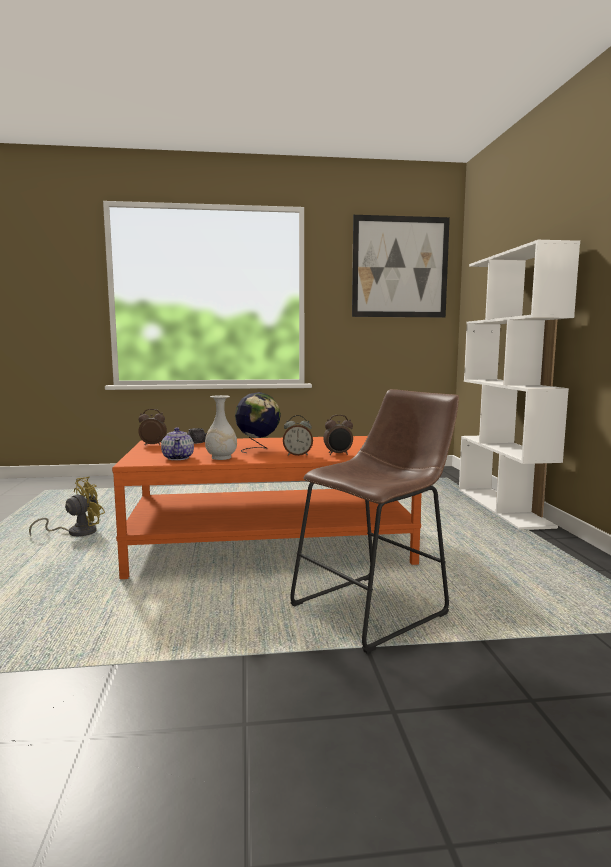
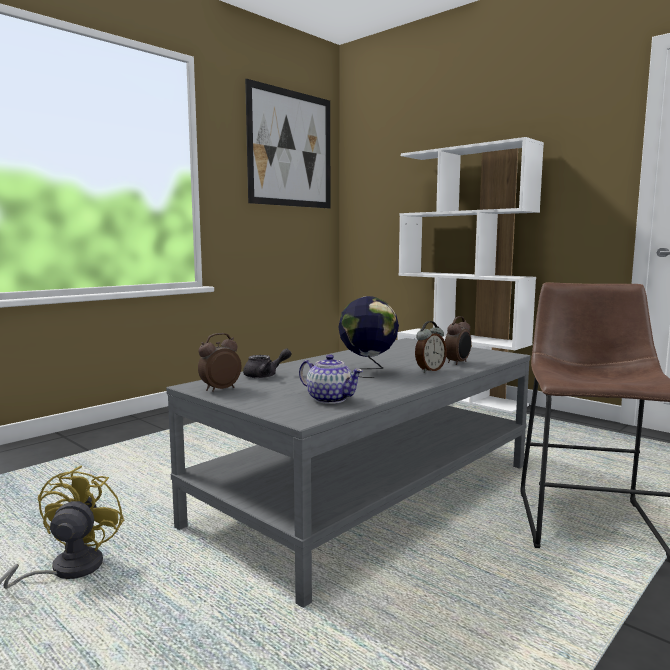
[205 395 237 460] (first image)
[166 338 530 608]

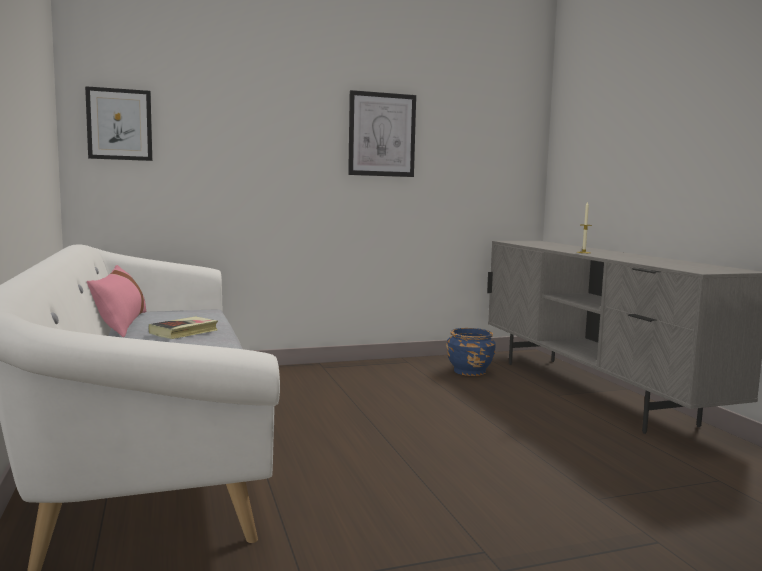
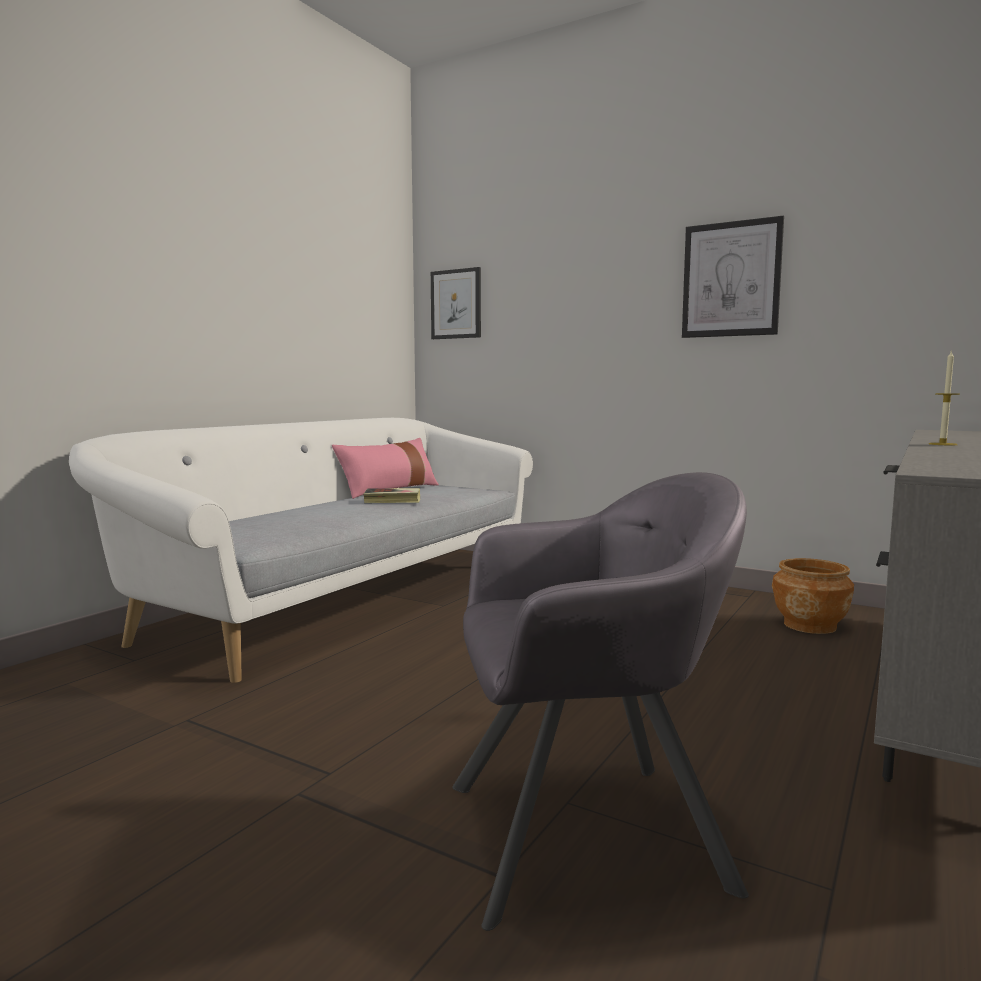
[772 558 854 634]
[452 472 749 931]

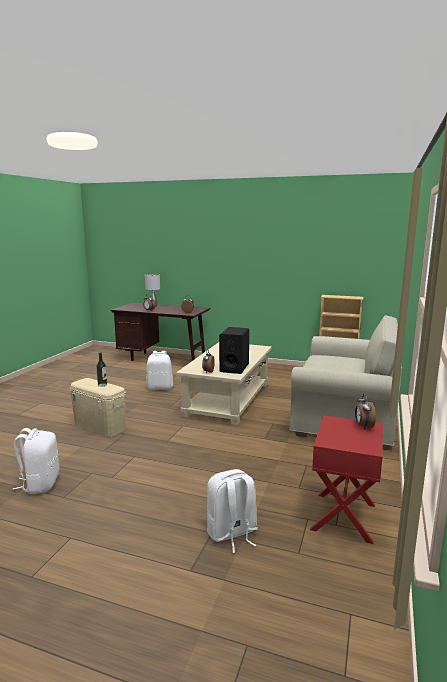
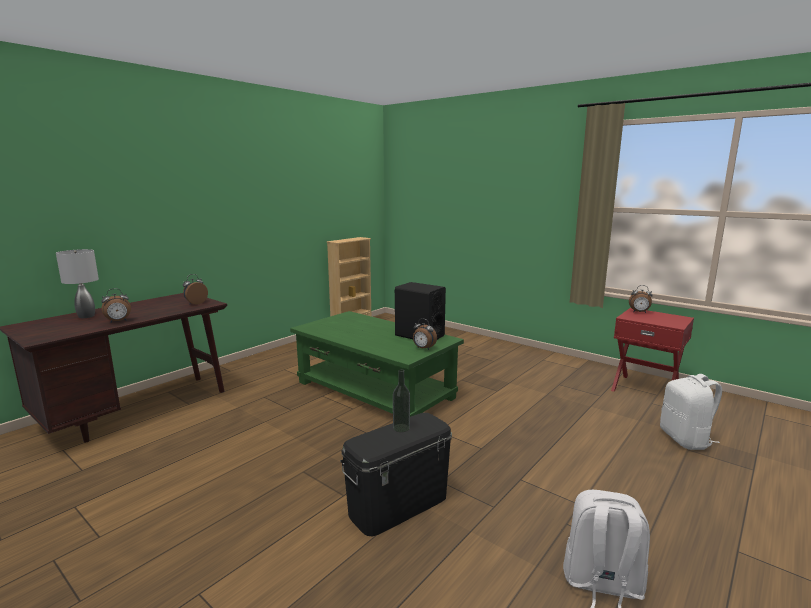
[290 315 402 450] (first image)
[290 311 464 417]
[146 351 173 390] (first image)
[340 413 452 537]

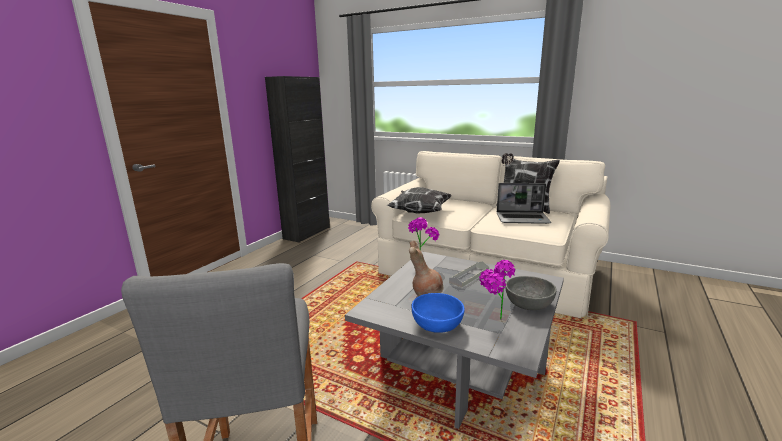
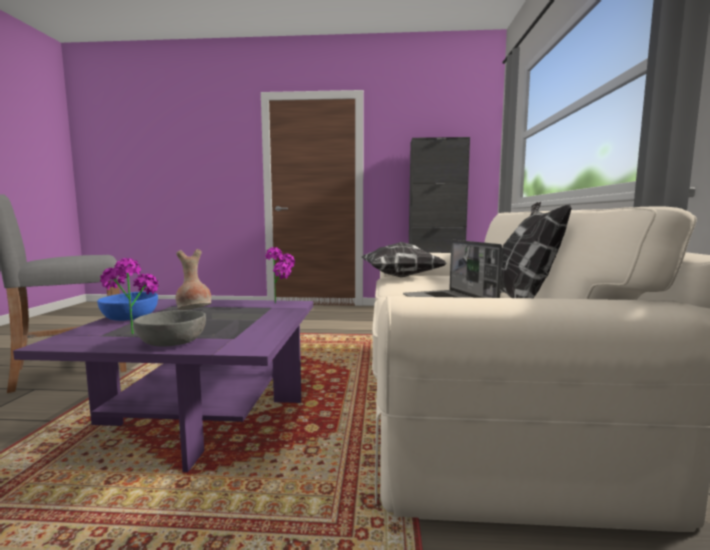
[13 299 313 472]
[449 261 489 287] (first image)

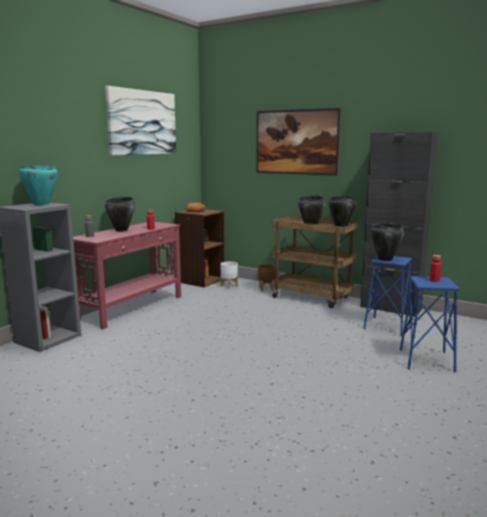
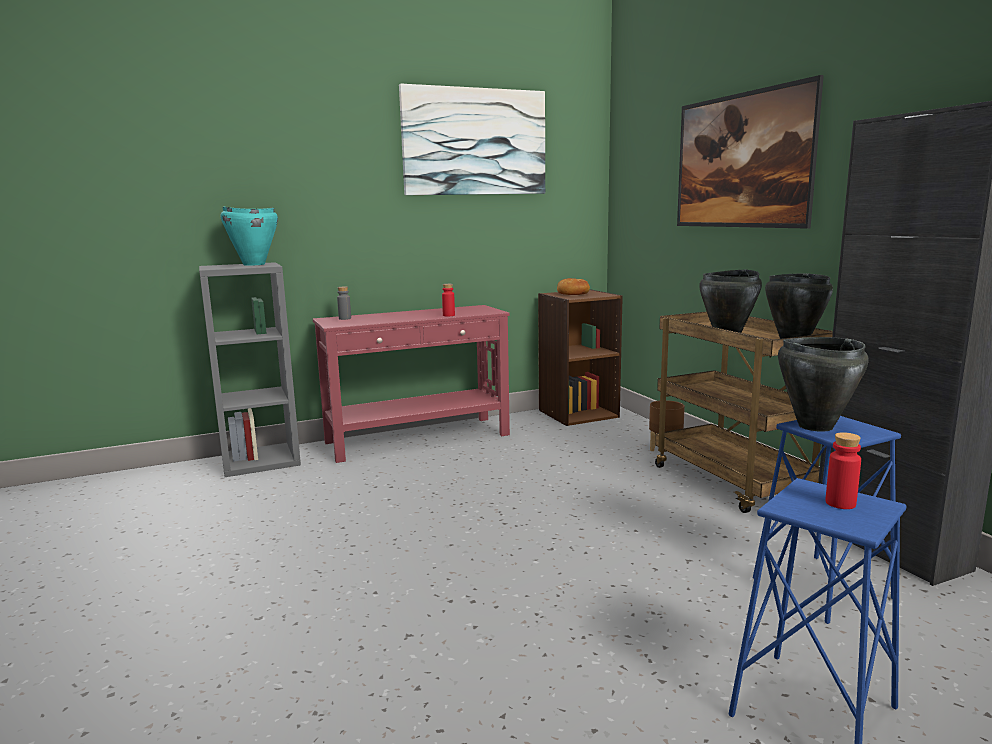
[105 197 135 231] (first image)
[221 262 238 289] (first image)

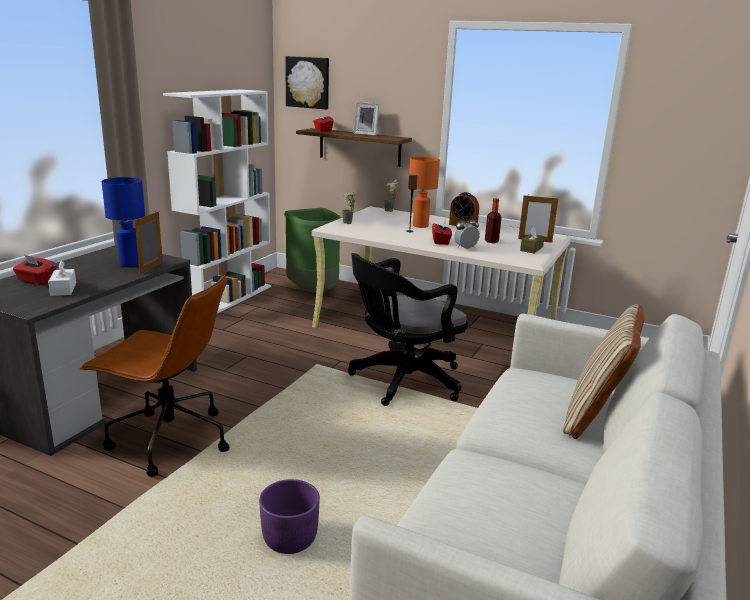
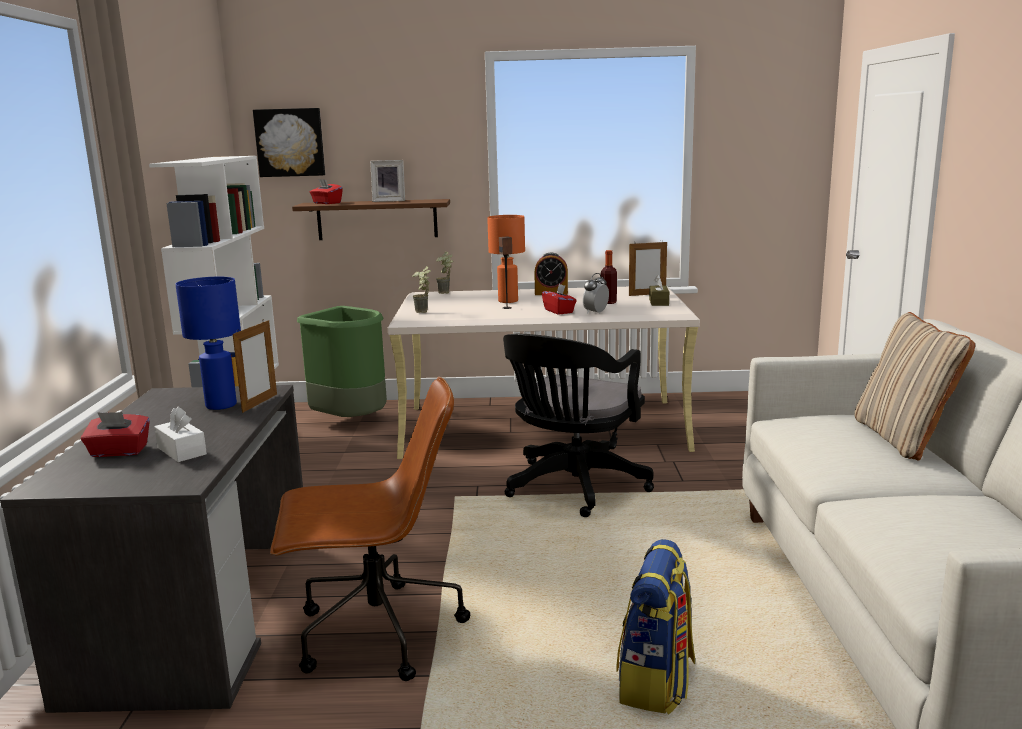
[233 320 277 413]
[617 539 695 715]

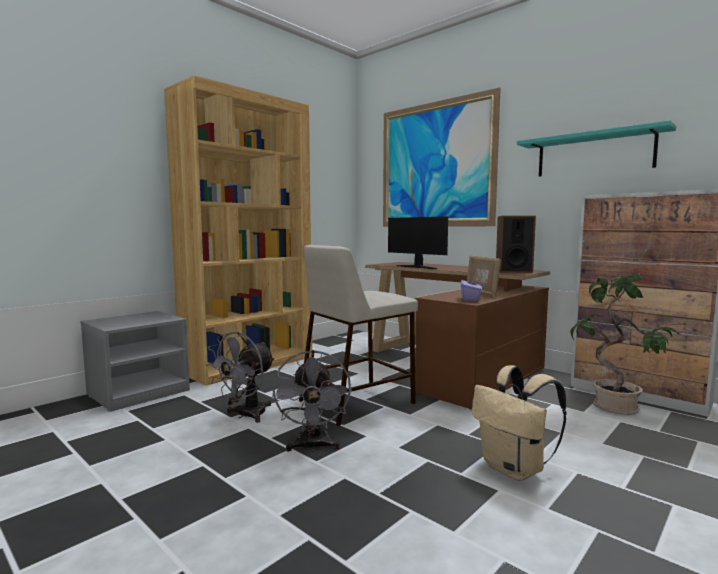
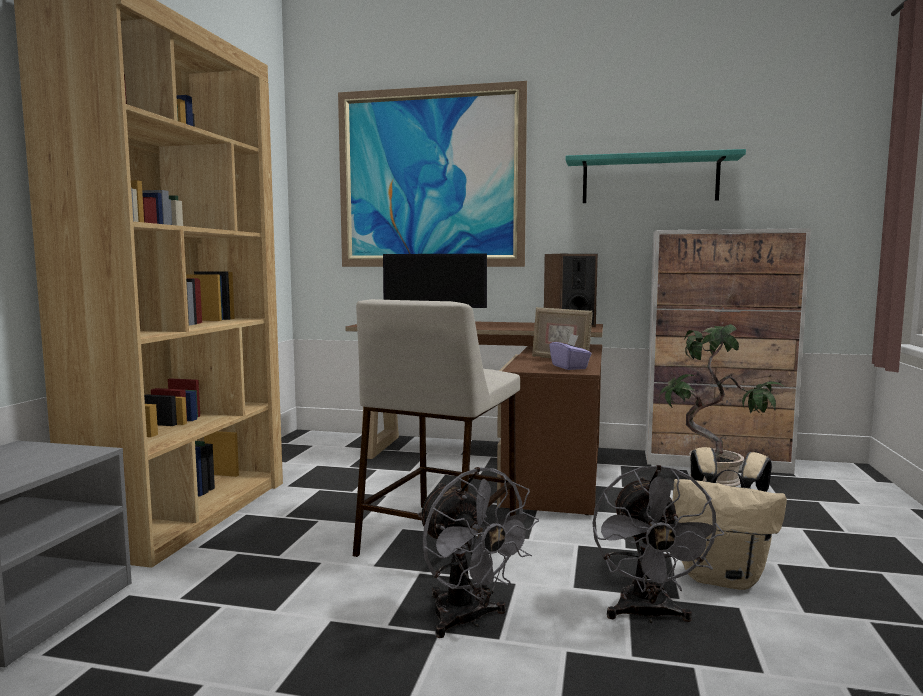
[593 465 724 623]

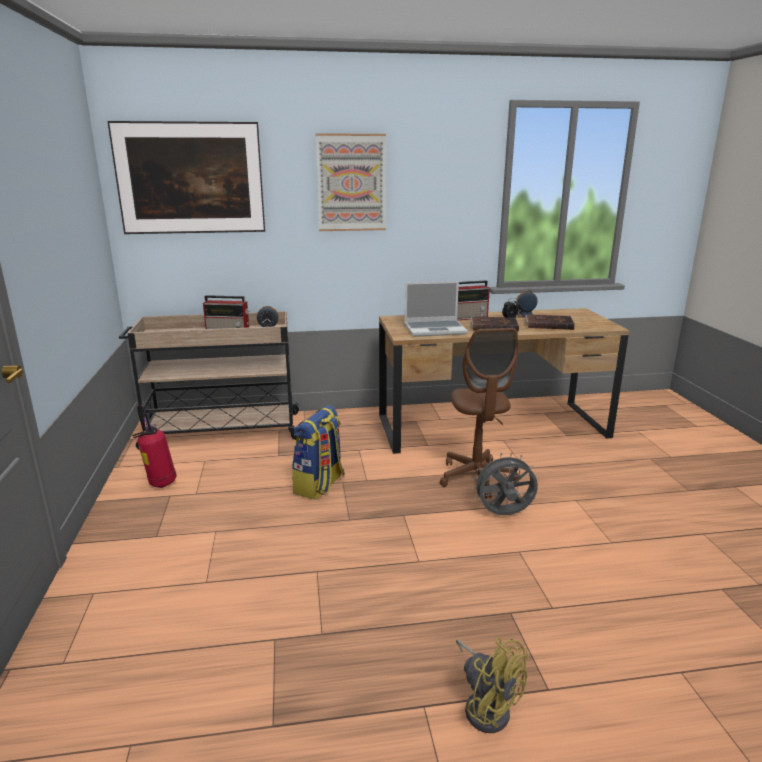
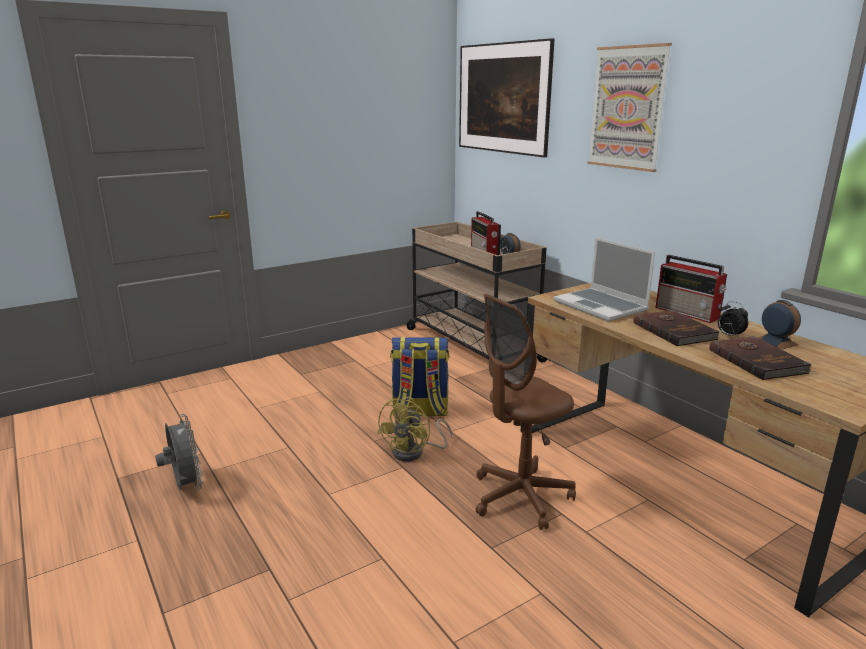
[132 405 177 488] (first image)
[155 414 203 491]
[377 397 452 462]

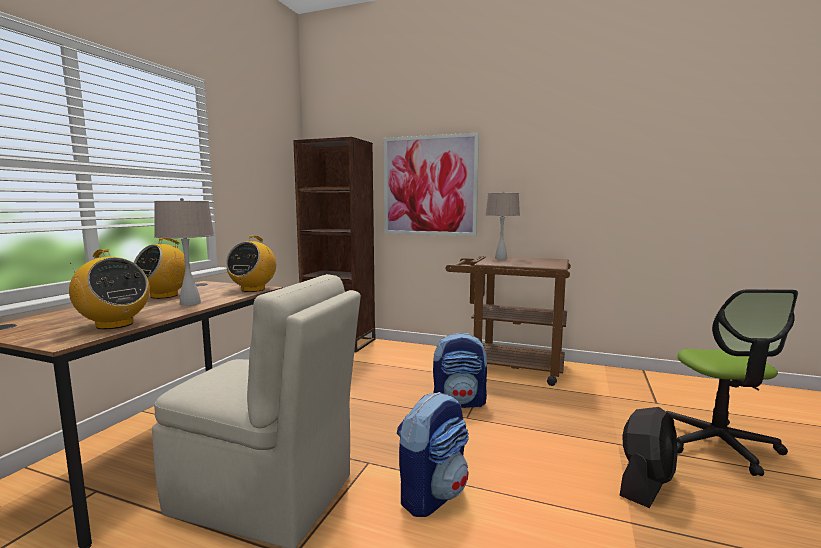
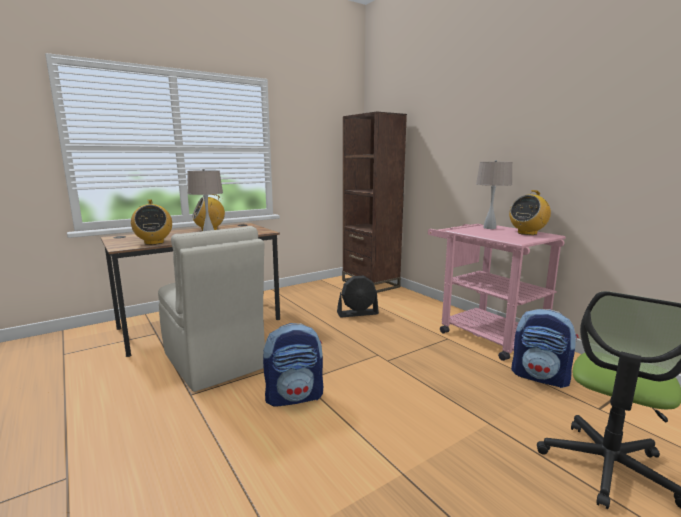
[384 133 479 236] (first image)
[509 190 551 235]
[428 224 566 361]
[511 309 579 388]
[337 276 379 318]

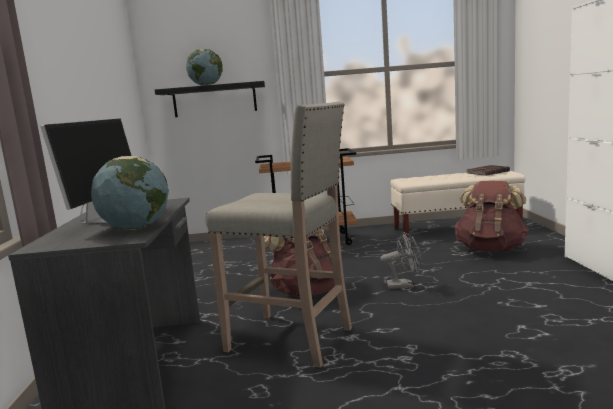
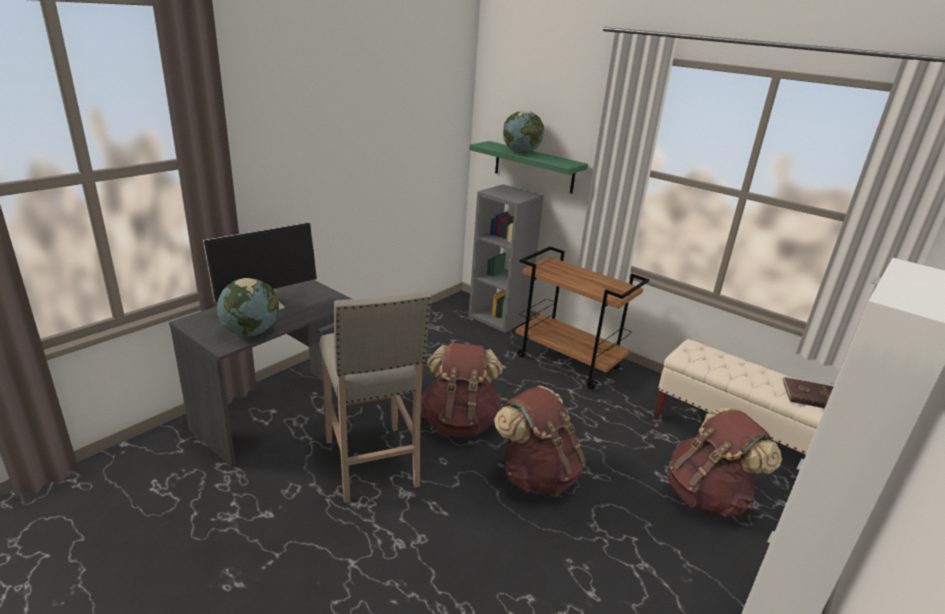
[469 141 588 194]
[494 386 586 495]
[468 184 544 333]

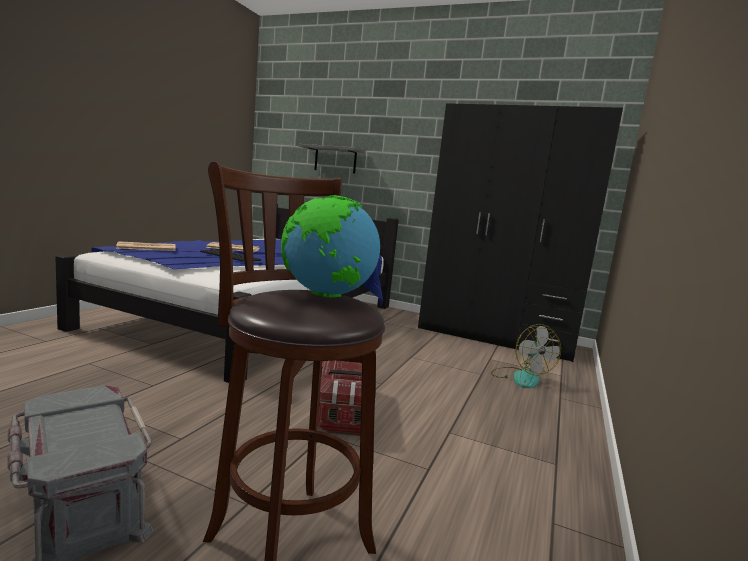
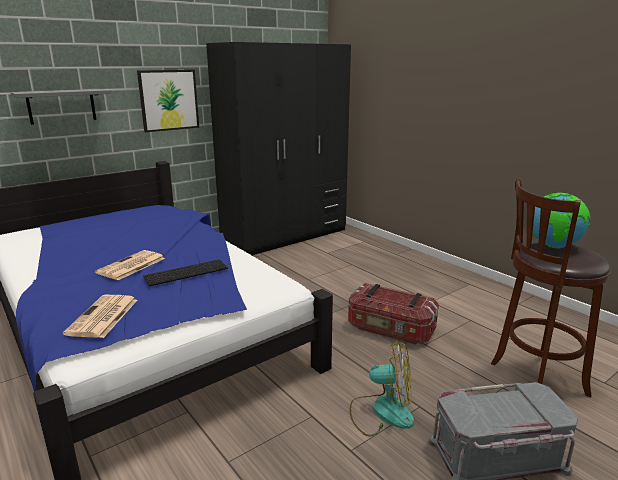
[349 341 414 437]
[137 70 199 132]

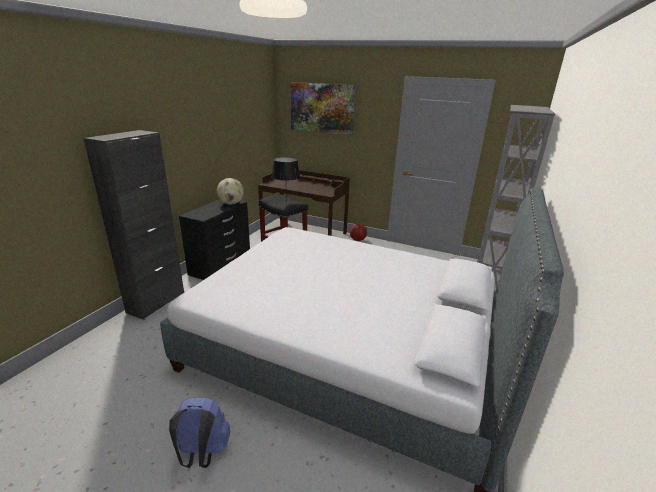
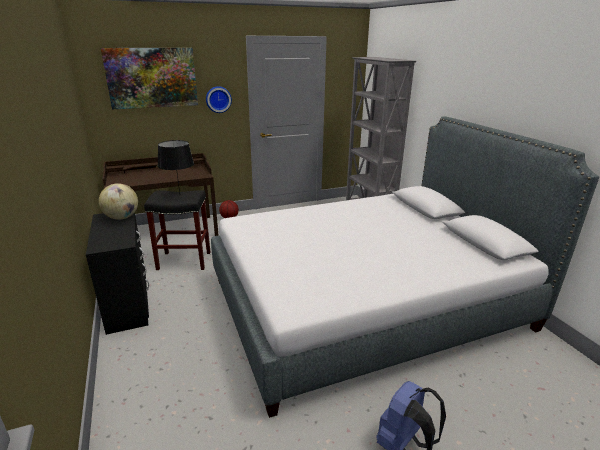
[83 130 184 320] (first image)
[206 86 232 113]

